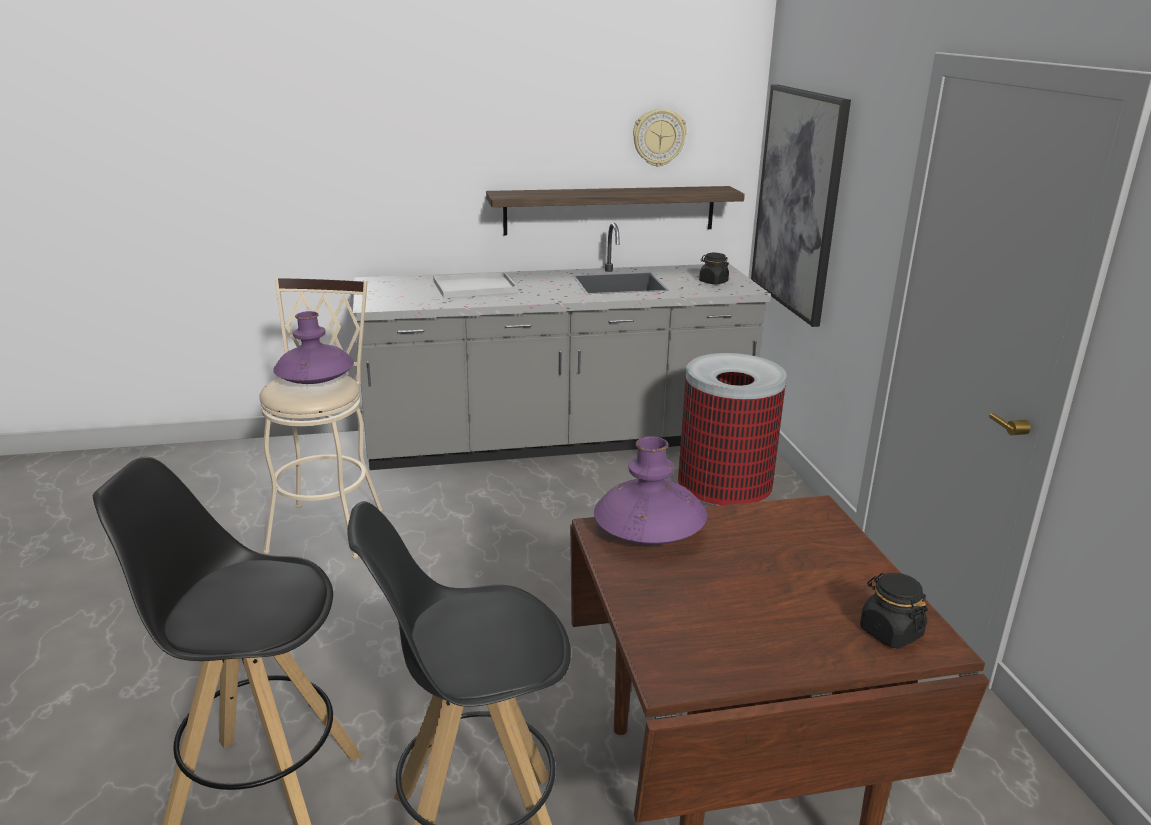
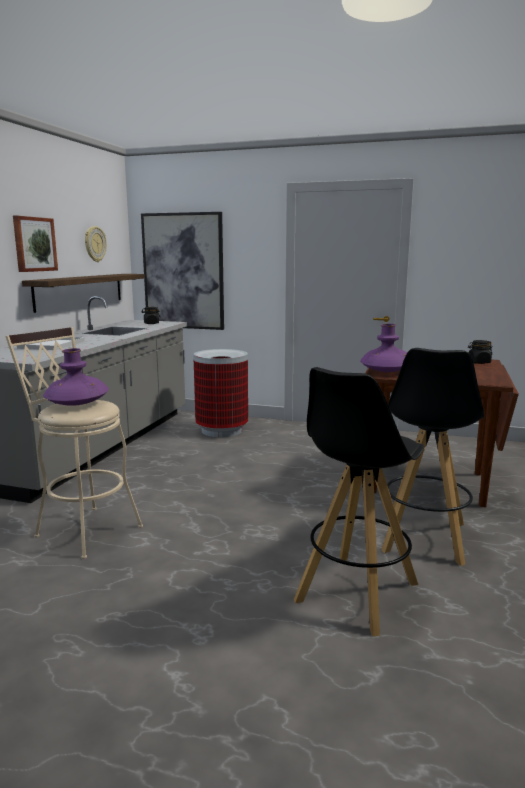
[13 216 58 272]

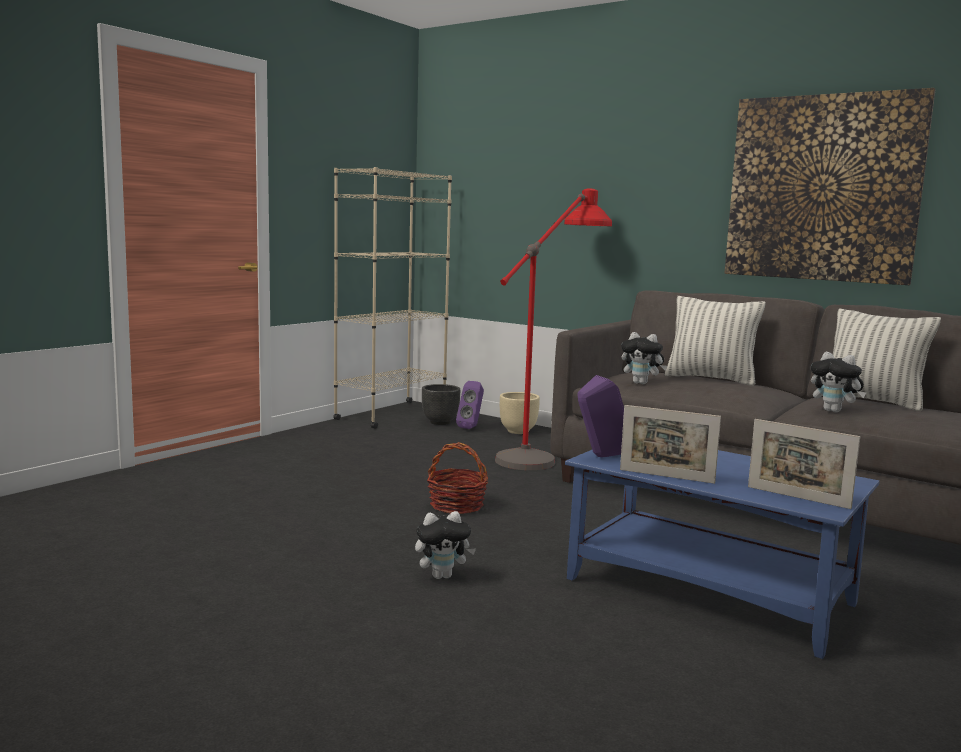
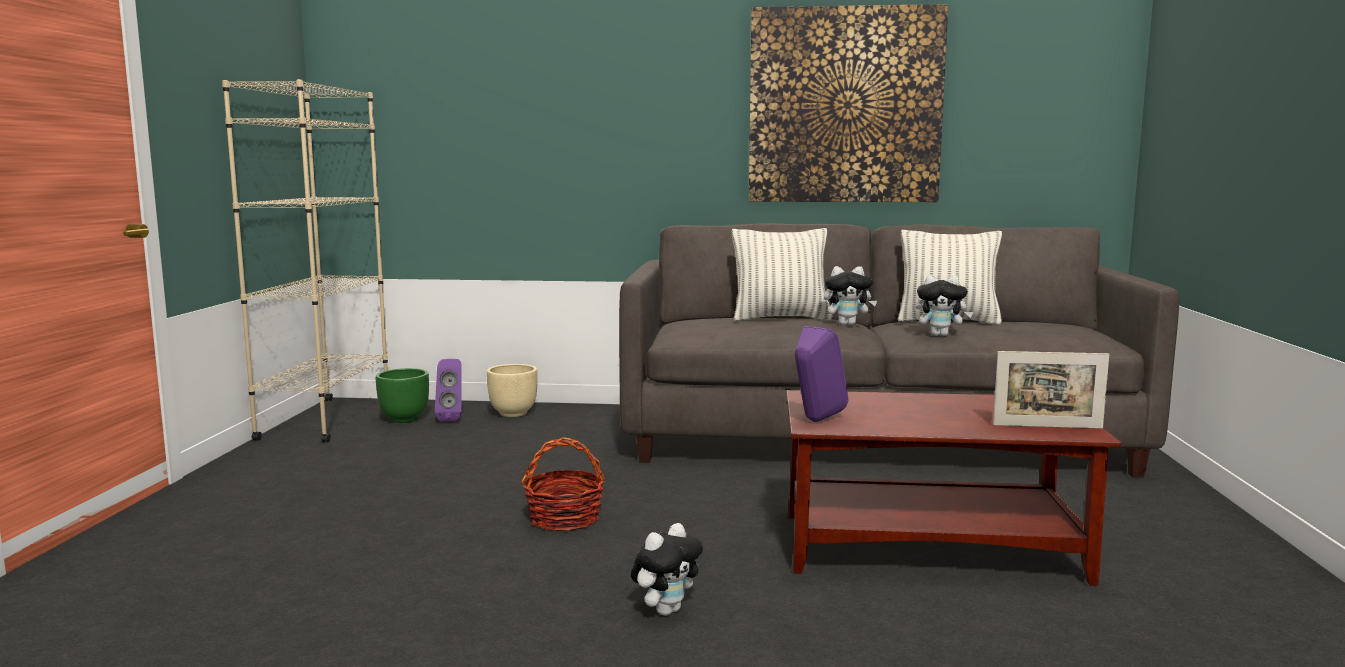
[495 189 612 470] (first image)
[824 266 877 325]
[376 368 429 423]
[620 405 721 484] (first image)
[786 390 1121 586]

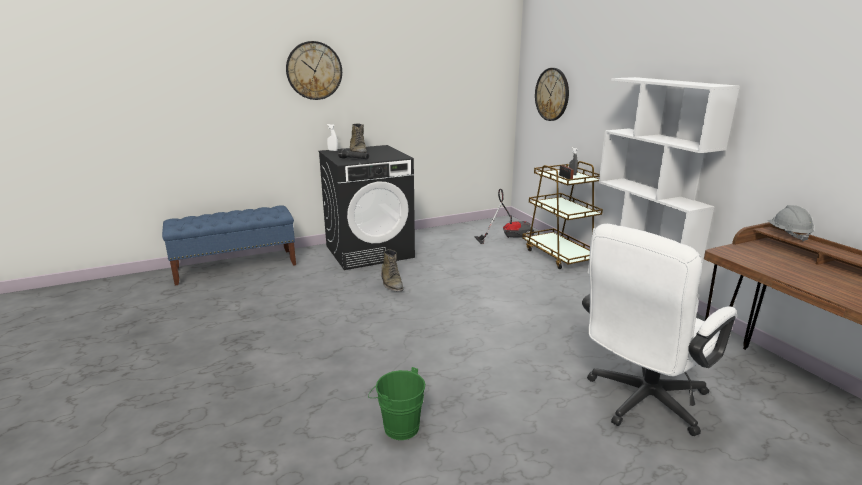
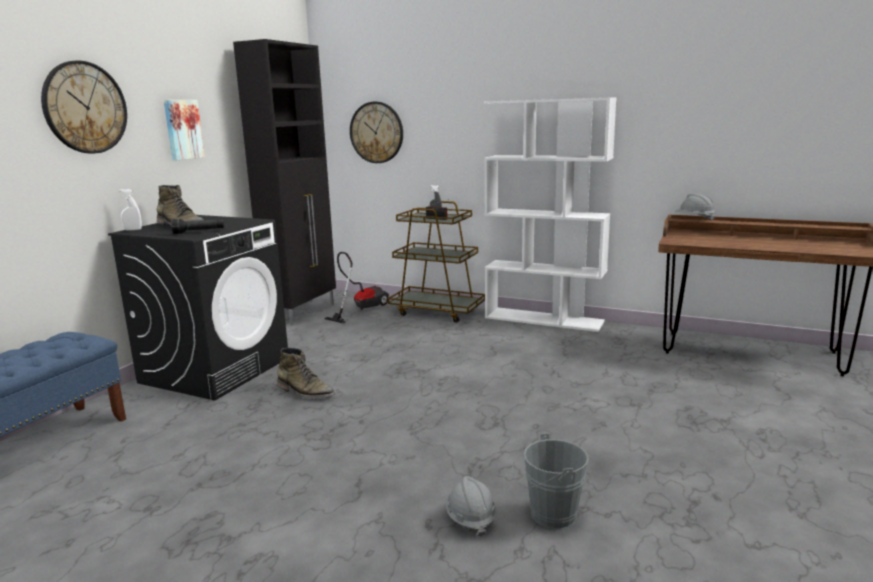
[582 224 736 436] (first image)
[512 433 589 529]
[233 39 336 325]
[164 100 205 161]
[446 476 496 537]

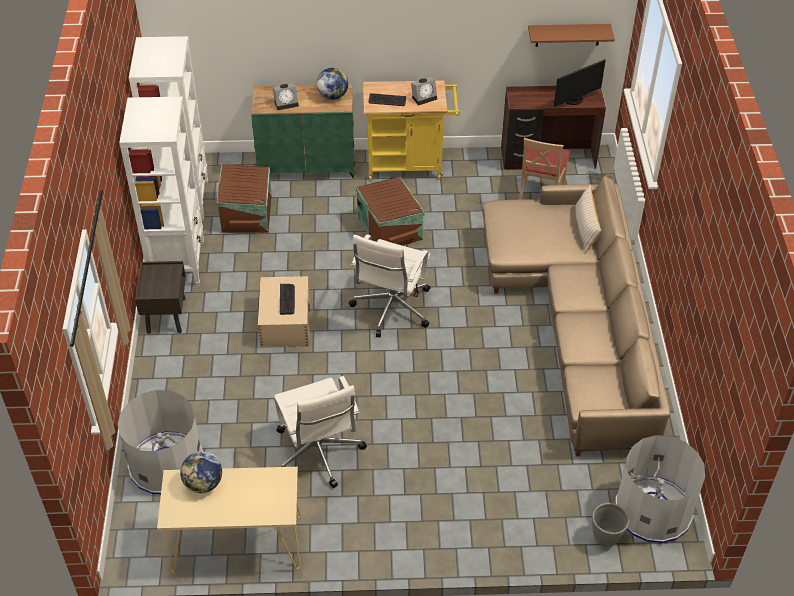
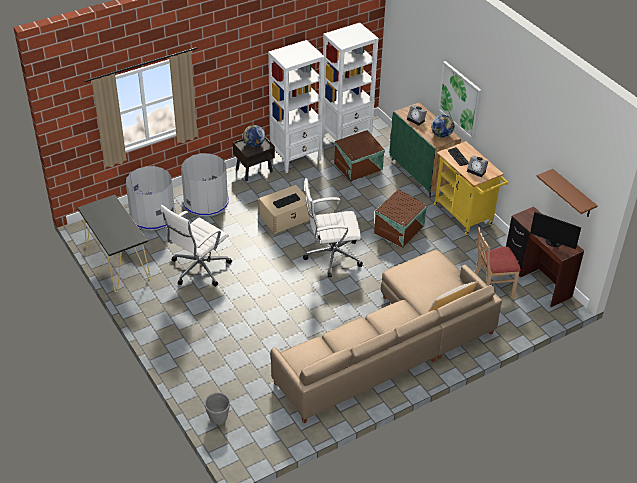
[181 153 229 216]
[243 125 265 147]
[77 194 151 292]
[438 61 482 140]

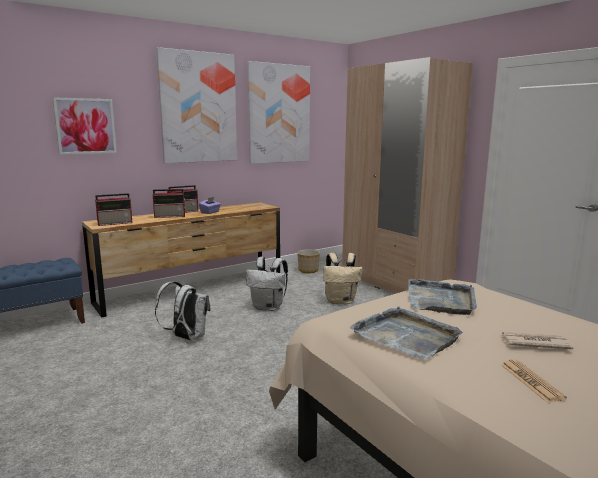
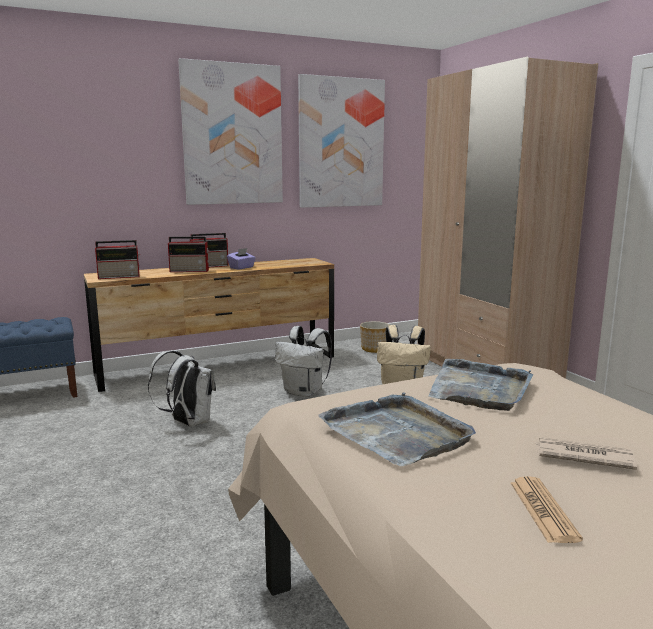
[53 97 117 155] (first image)

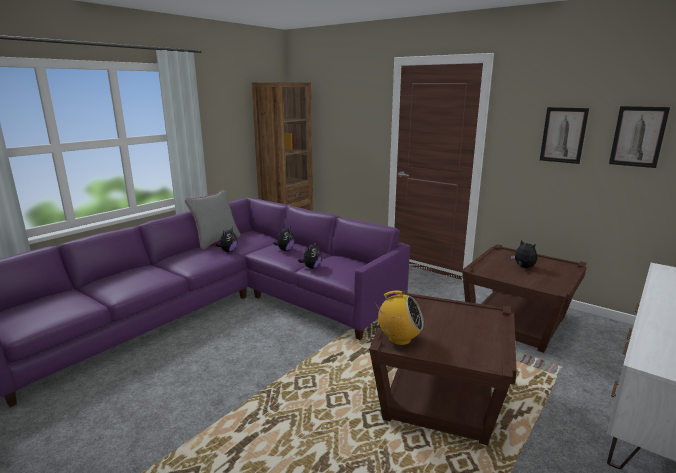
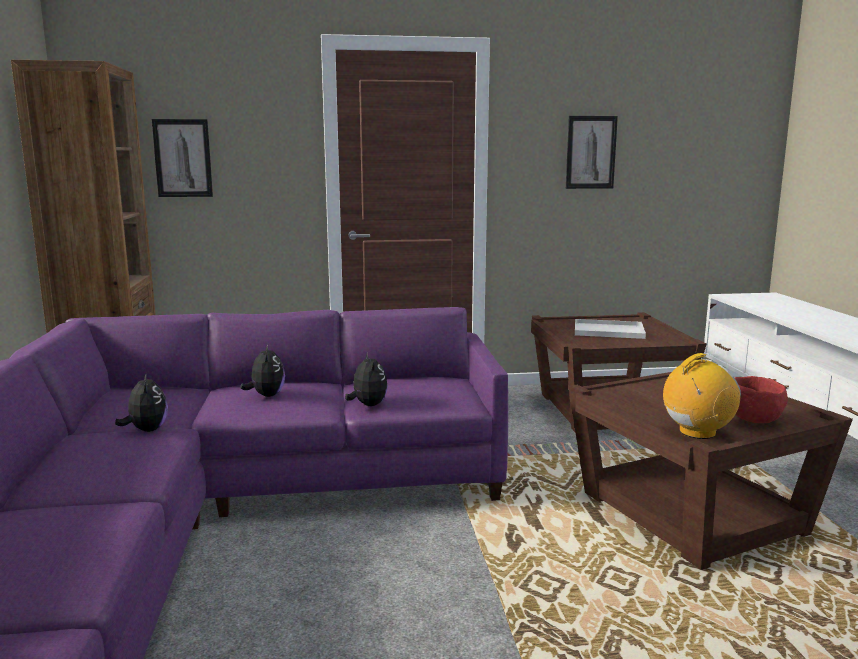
[152 119 213 197]
[185 190 241 250] (first image)
[575 319 646 339]
[735 376 788 423]

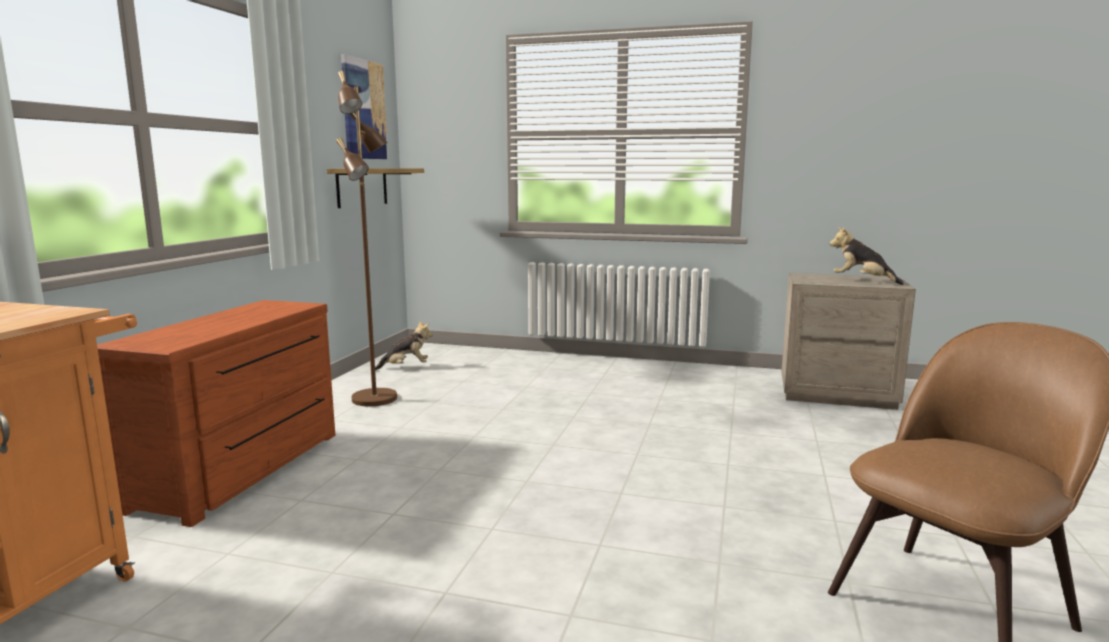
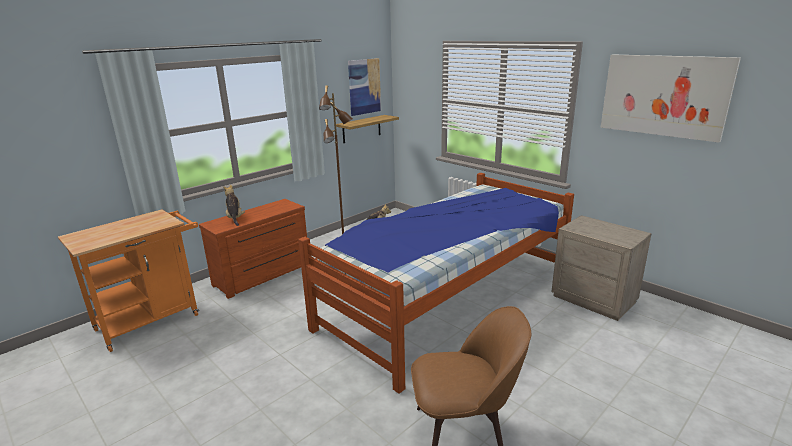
[223 184 245 226]
[600 55 741 143]
[298 173 574 394]

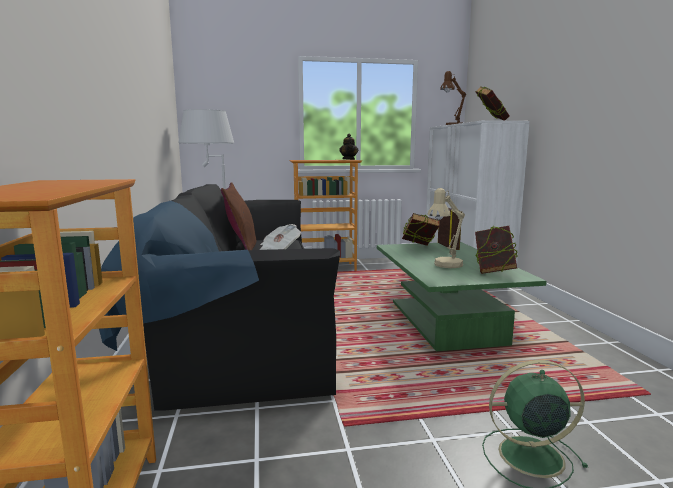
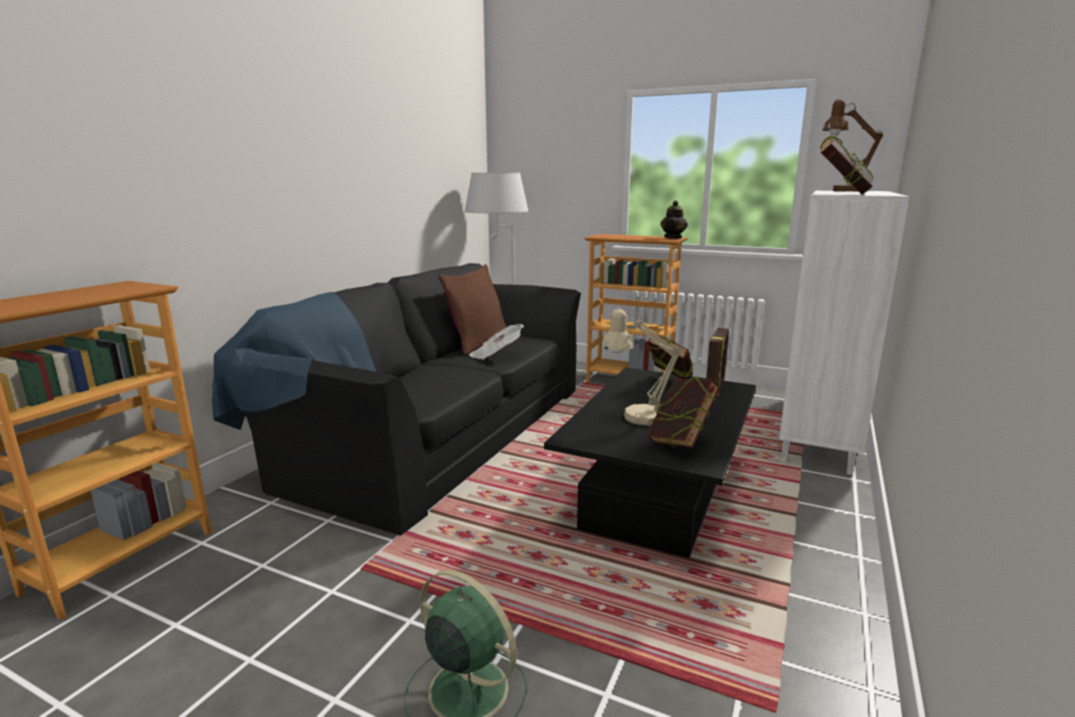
[544 367 756 558]

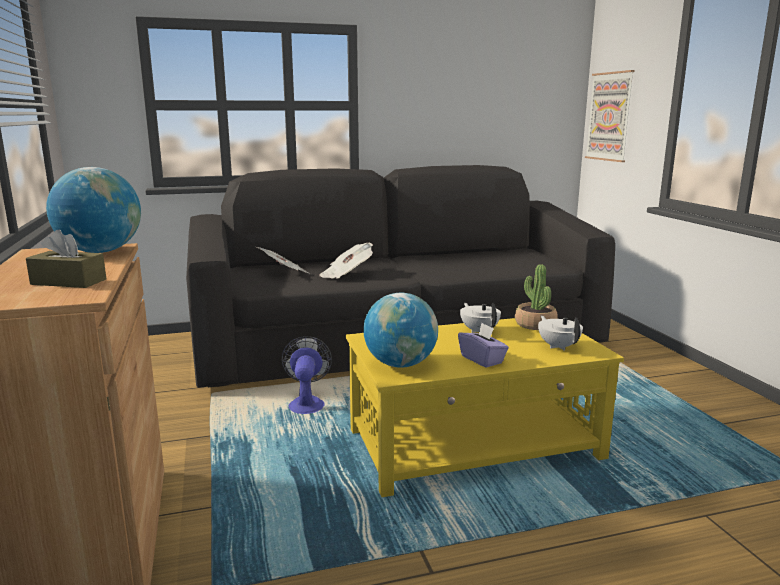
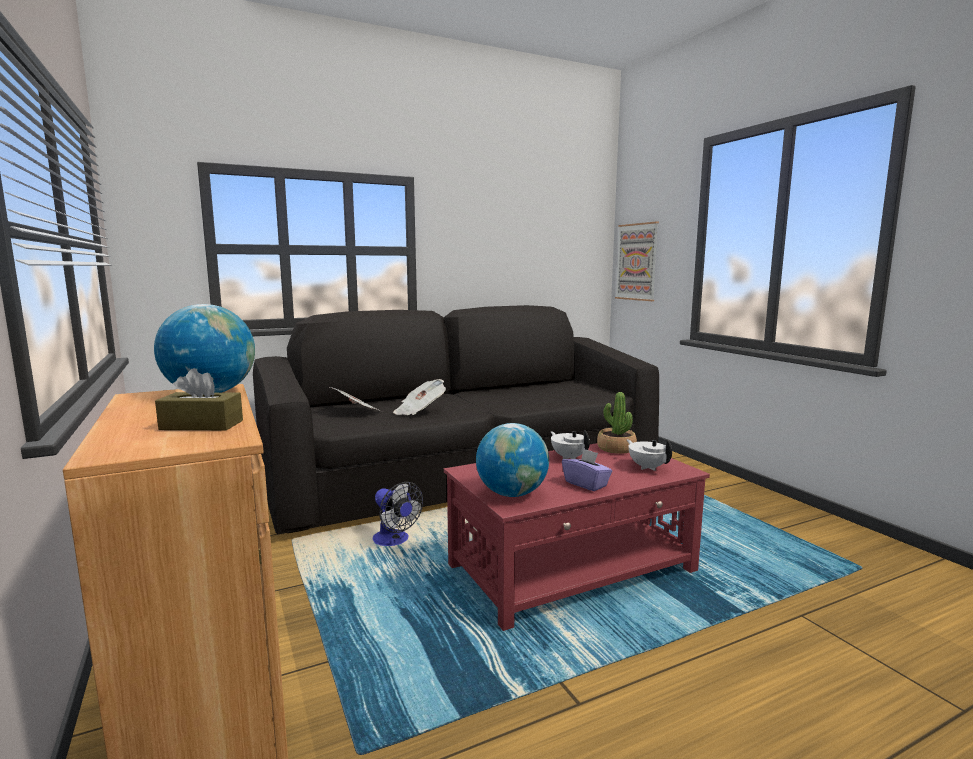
[444 443 710 631]
[373 482 423 546]

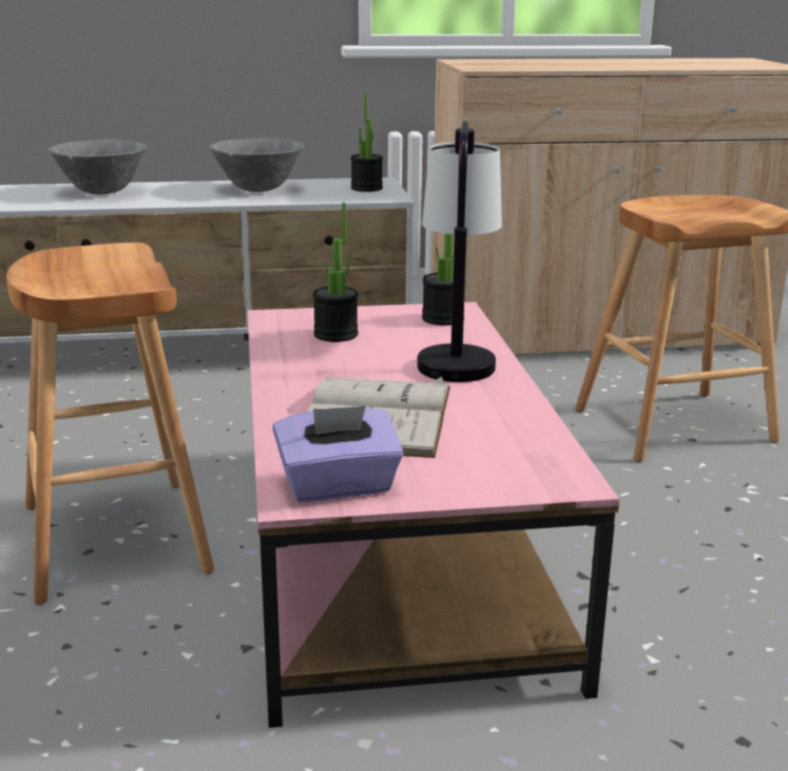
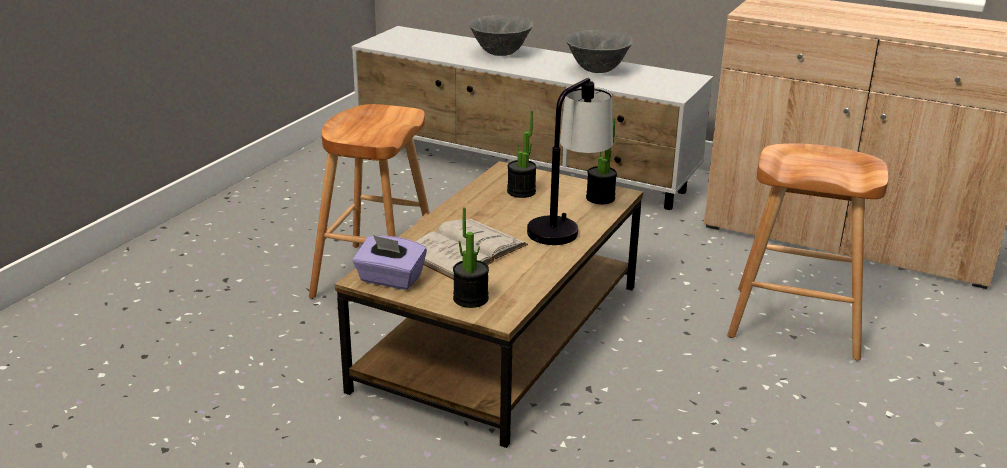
[453 207 489 308]
[335 161 643 448]

